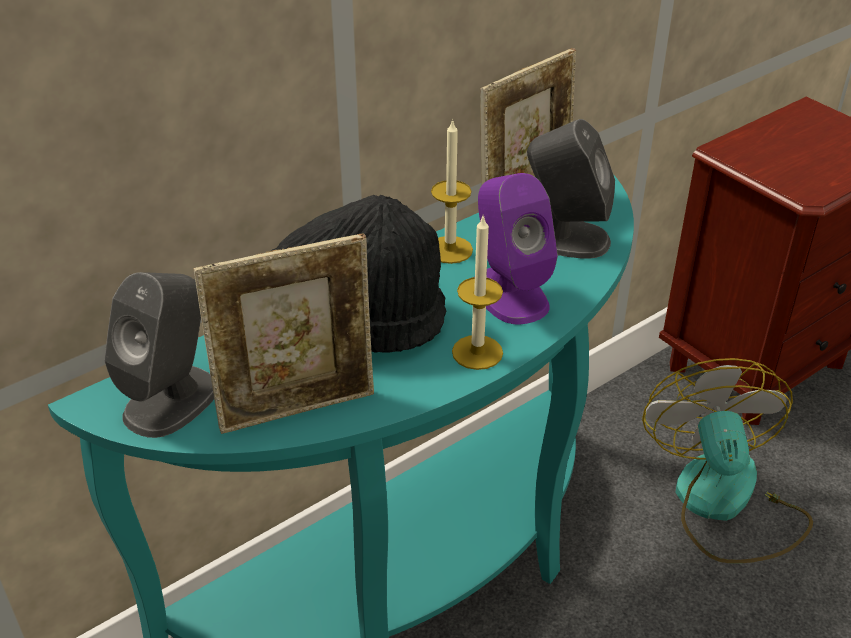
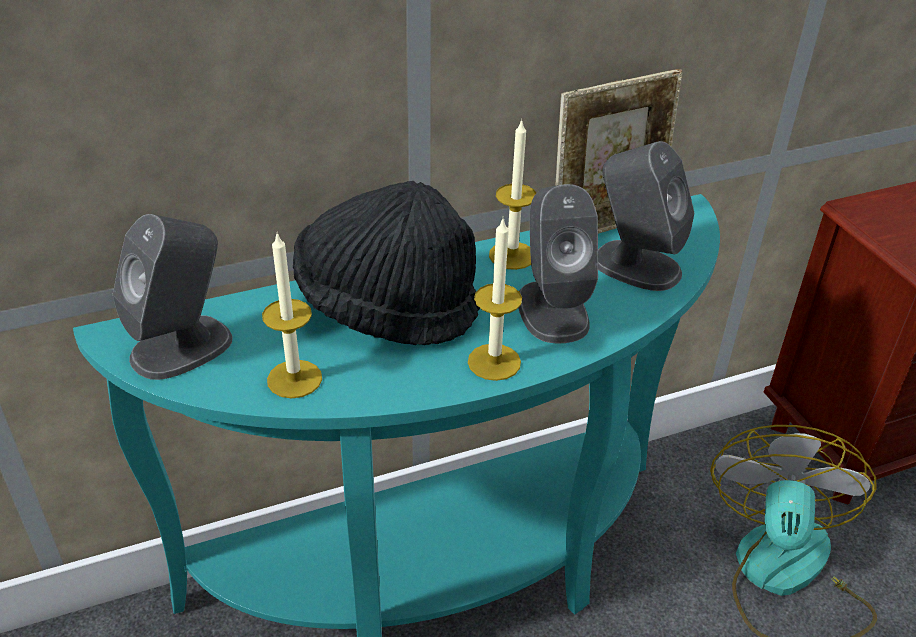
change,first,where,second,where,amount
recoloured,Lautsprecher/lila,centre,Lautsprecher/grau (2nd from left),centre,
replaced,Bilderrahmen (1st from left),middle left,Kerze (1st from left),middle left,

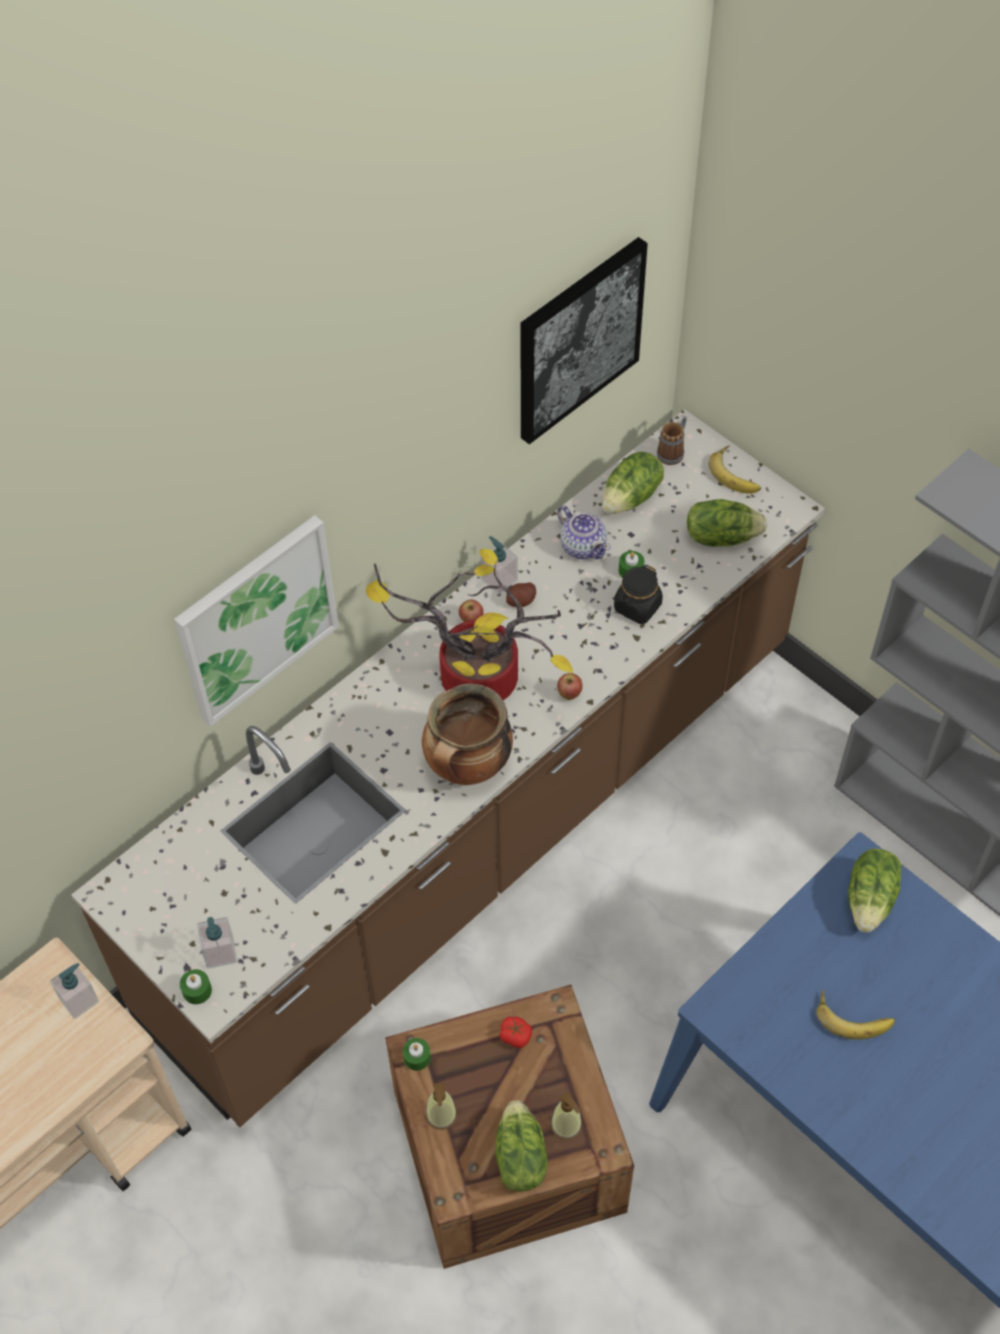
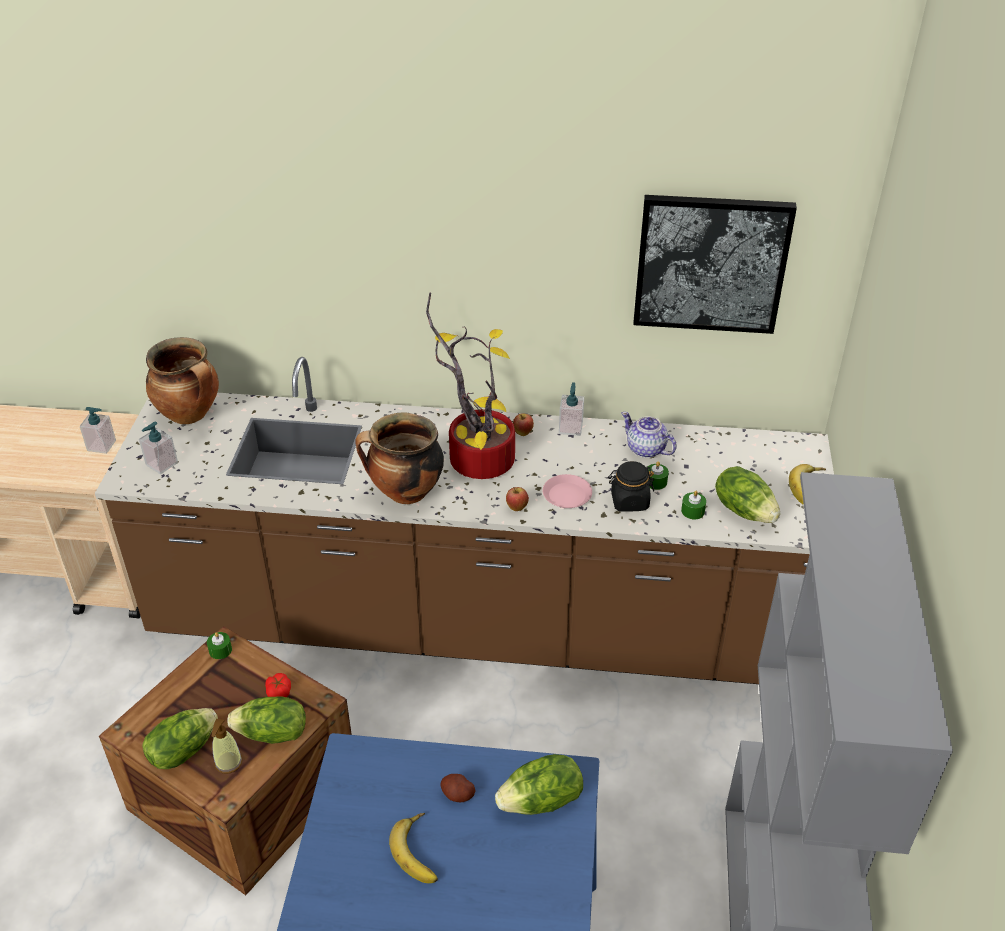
change,first,where,second,where,amount
removed,Henkelbecher,top right,,,
moved,Salatkopf (2nd from left),centre,,bottom left,
turned,Teekanne,centre,,centre,120 degrees clockwise
removed,Bild (1st from left),middle left,,,
moved,Kartoffel,centre,,bottom centre,
moved,Kerze/grün (1st from left in the first image),bottom left,Kerze/grün (3rd from left),middle right,
removed,Seifenspender (3rd from left),bottom centre,,,
added,,,Kochtopf (1st from left),middle left,
added,,,Teller/rosa,centre,

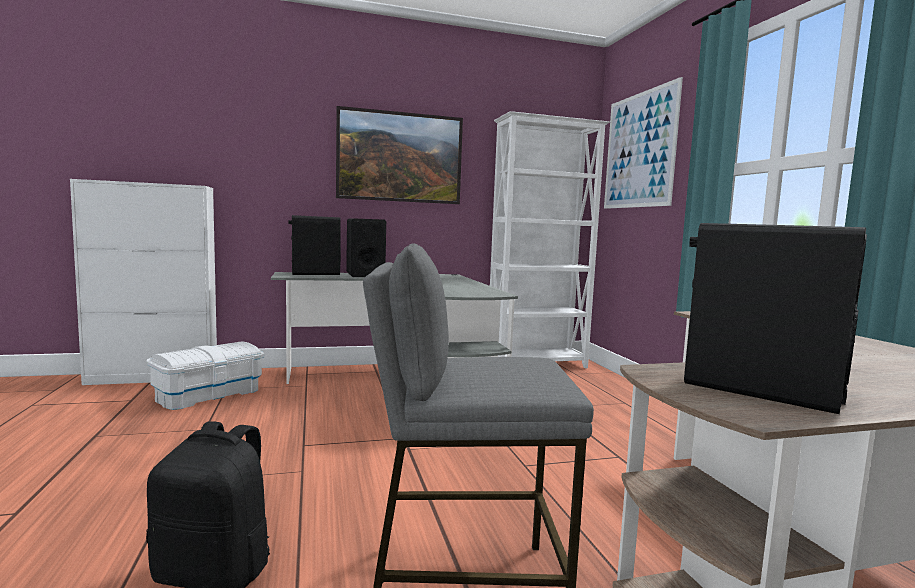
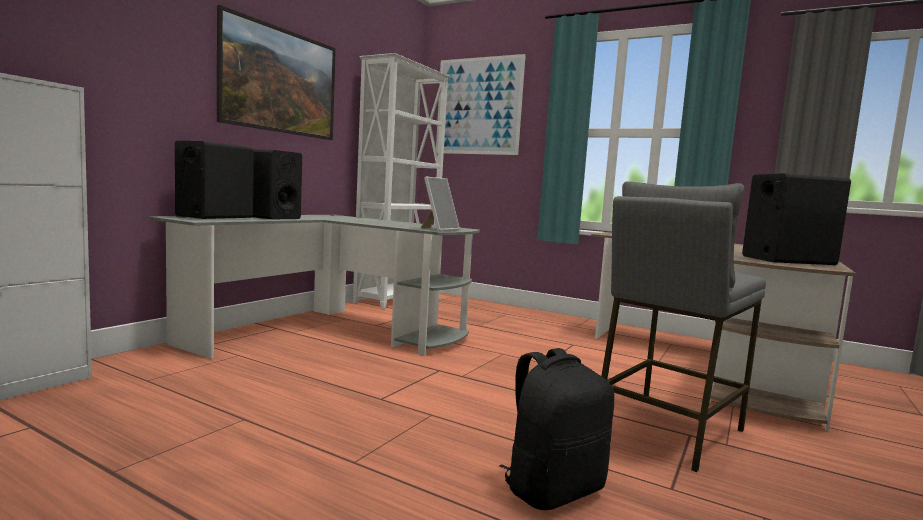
change,first,where,second,where,amount
removed,Aufbewahrungsbox/weiß,middle left,,,
added,,,Bilderrahmen,centre,

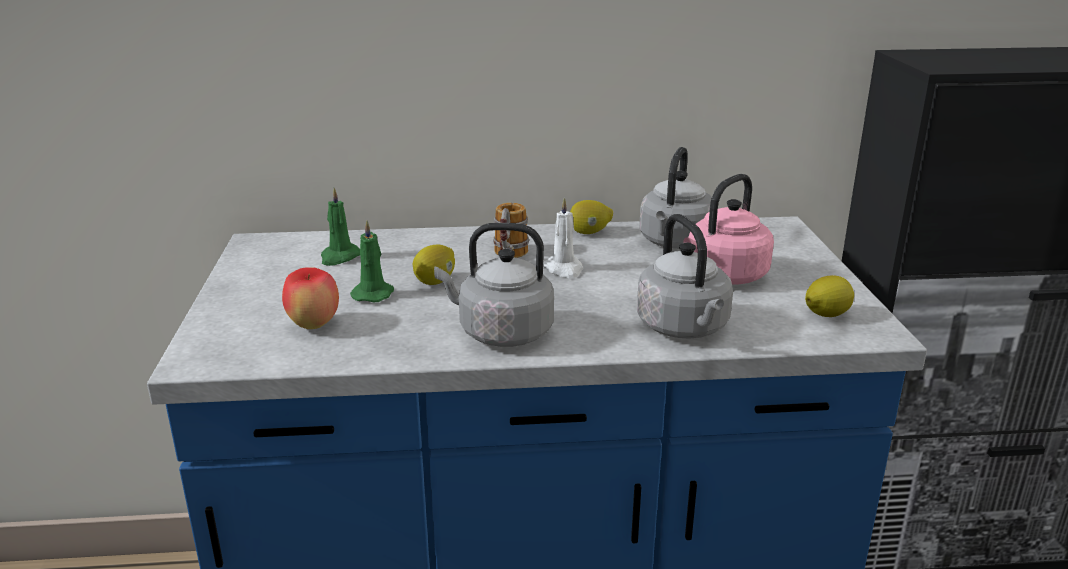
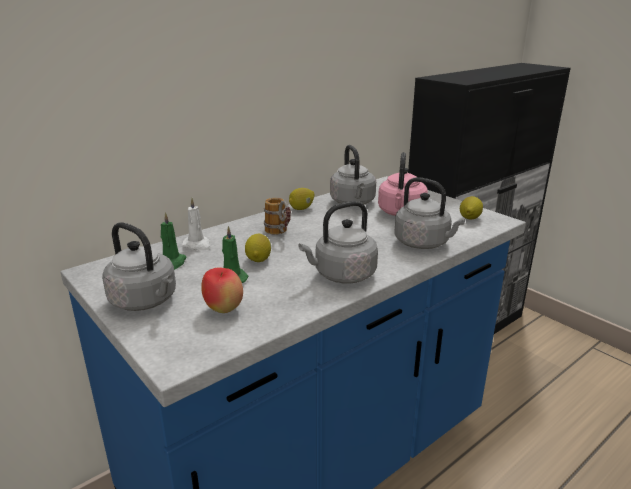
change,first,where,second,where,amount
moved,Kerze/weiß,centre,,middle left,
added,,,Wasserkessel/grau (1st from left),middle left,

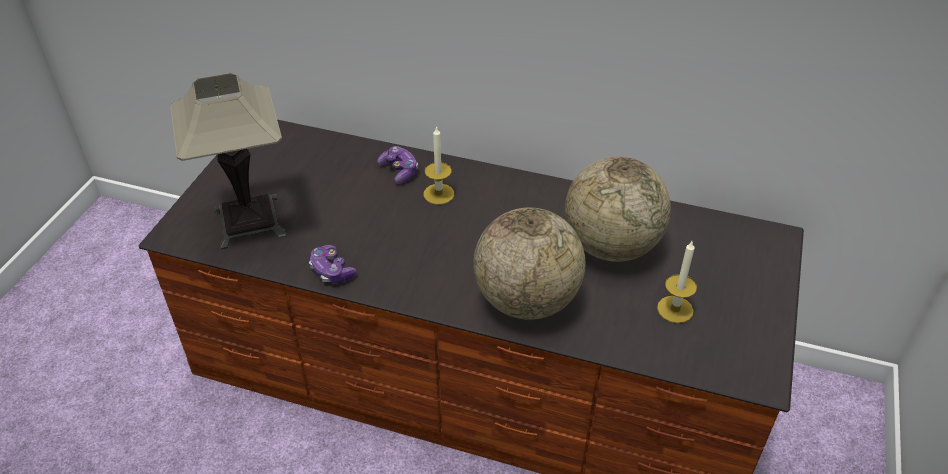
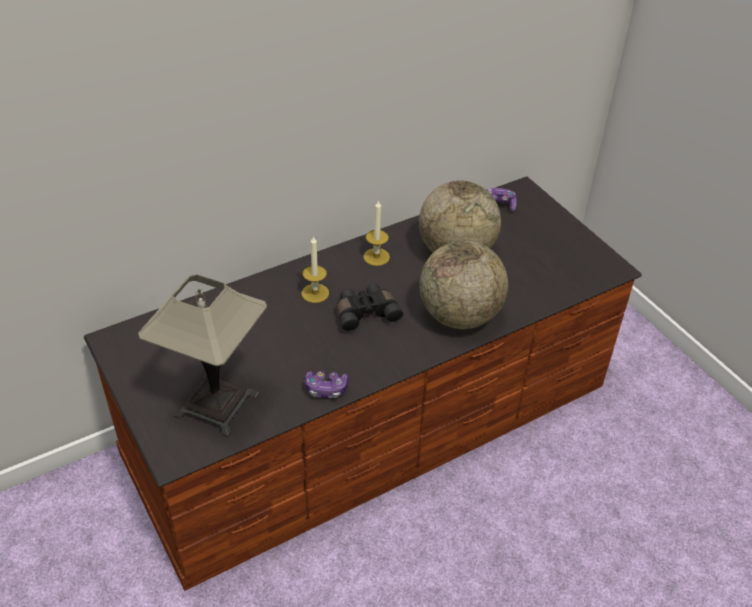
change,first,where,second,where,amount
moved,Gamepad (2nd from left),centre,,top centre,
moved,Kerze (2nd from left),middle right,,centre,
added,,,Fernglas/schwarz,centre,

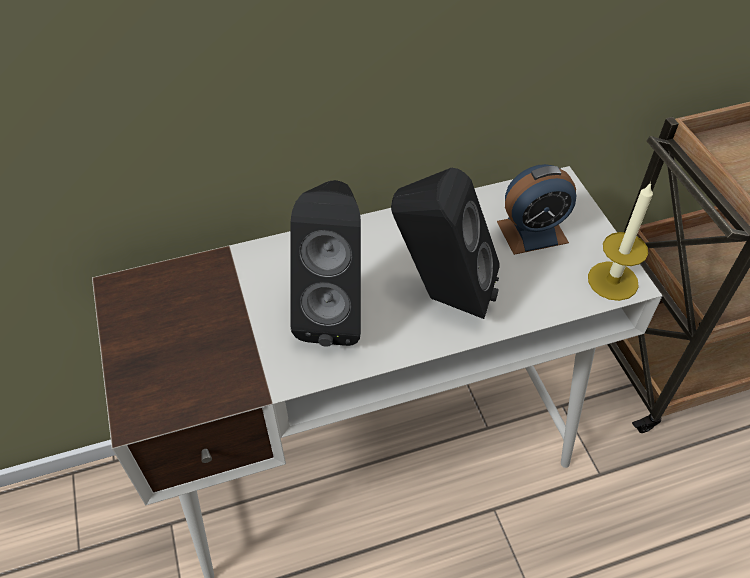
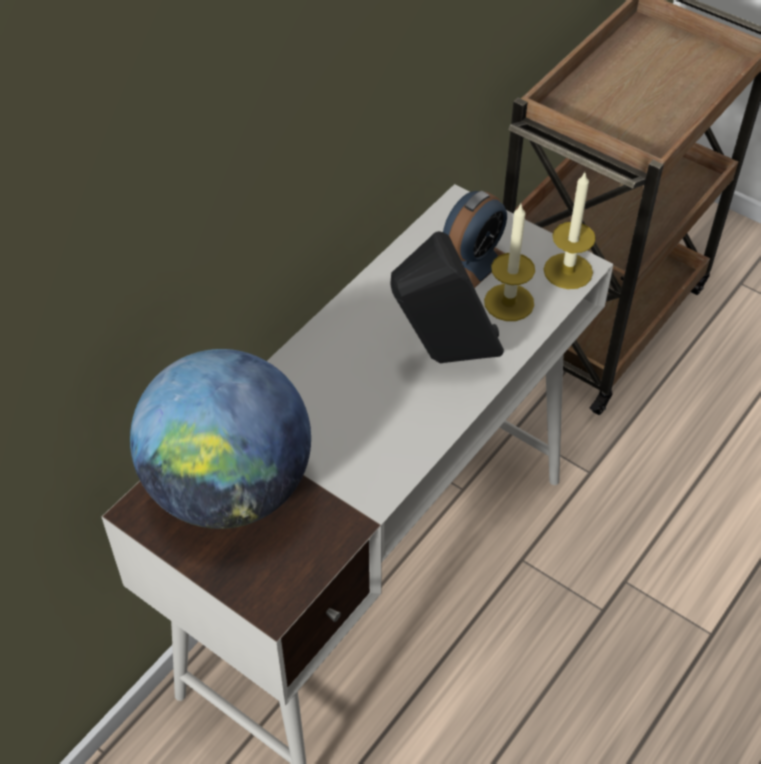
change,first,where,second,where,amount
removed,Lautsprecher/schwarz (1st from left),centre,,,
added,,,Kerze (1st from left),middle right,
added,,,Globus,middle left,

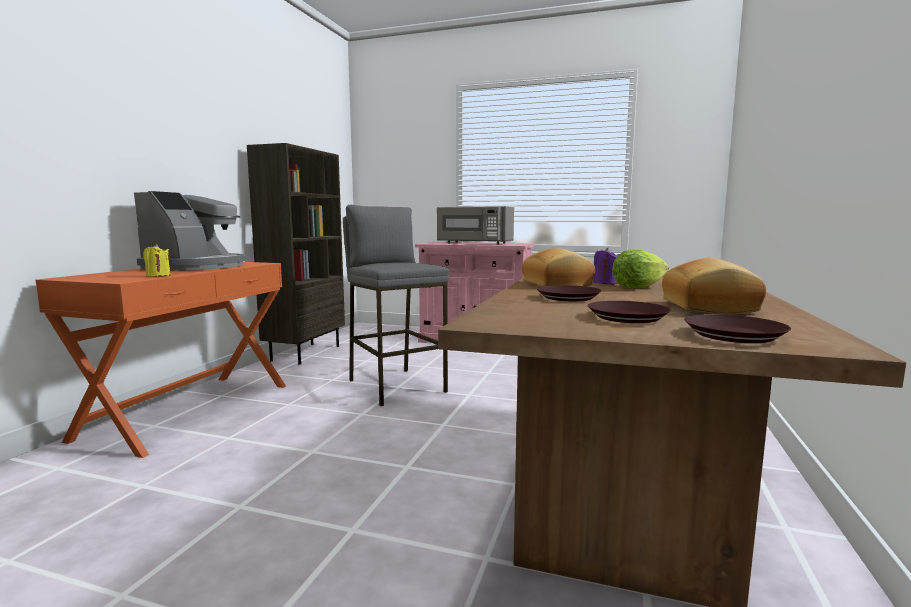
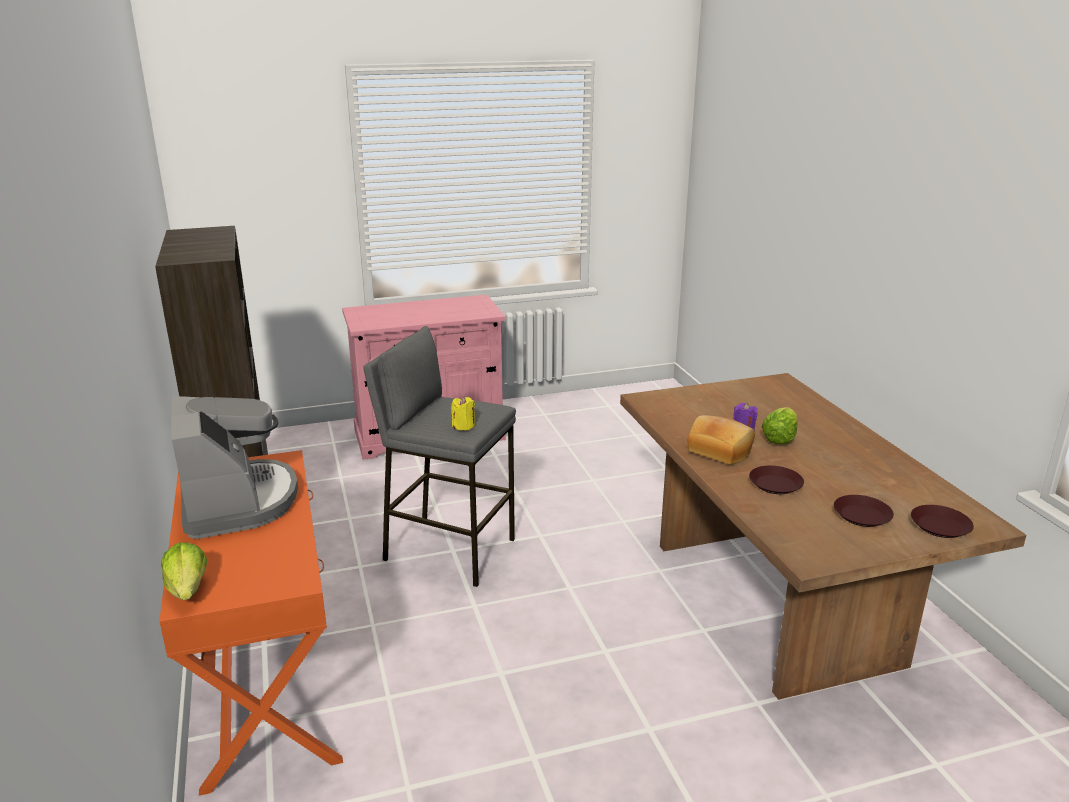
change,first,where,second,where,amount
removed,Mikrowelle/grau,centre,,,
moved,Kerze/gelb,middle left,,centre,
removed,Brot (2nd from left),middle right,,,
added,,,Salatkopf (1st from left),bottom left,

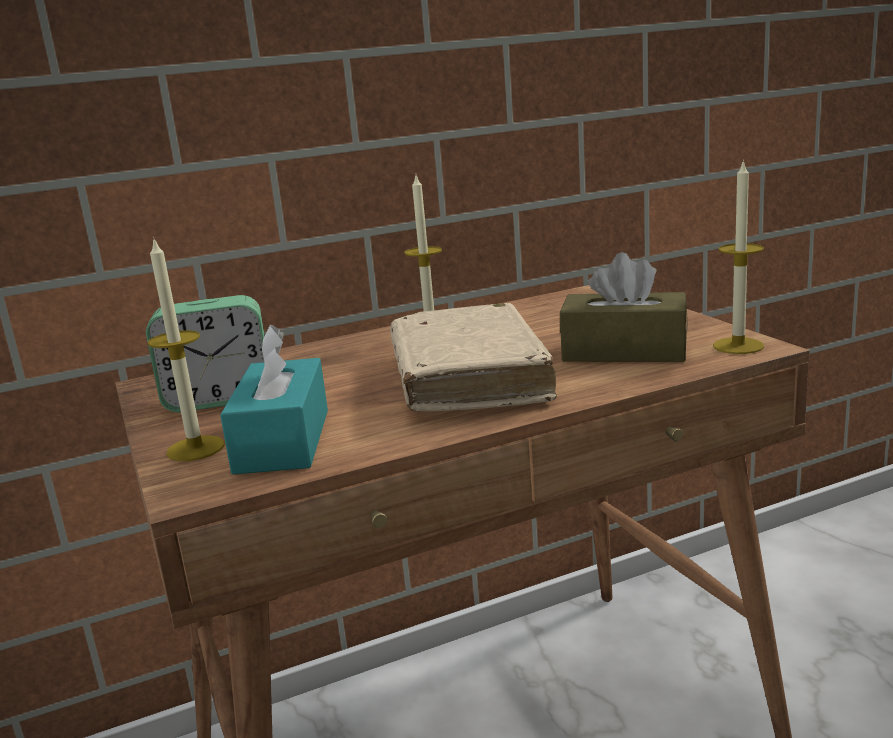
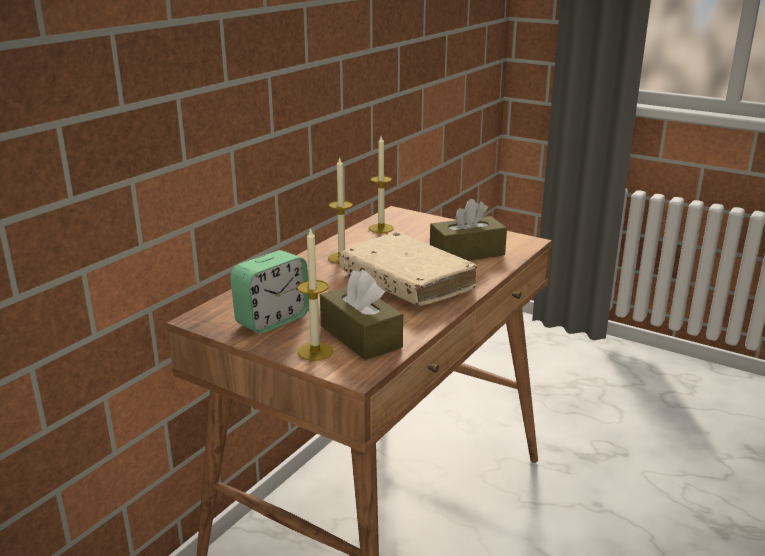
change,first,where,second,where,amount
moved,Kerze (3rd from left),middle right,,top centre,
recoloured,Taschentuchbox/türkis,middle left,Taschentuchbox/braun (1st from left),centre,

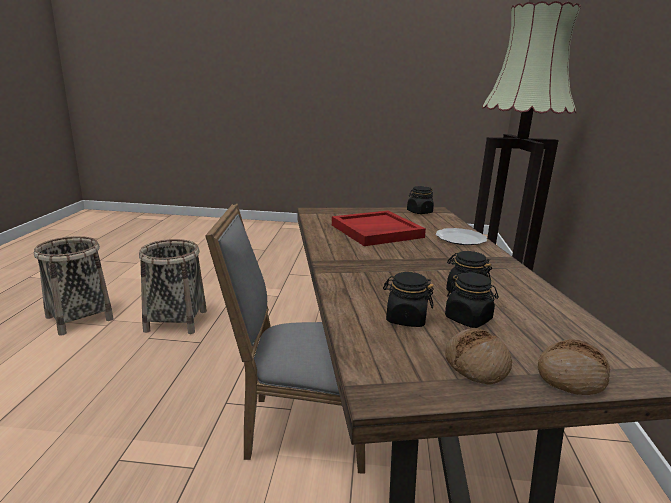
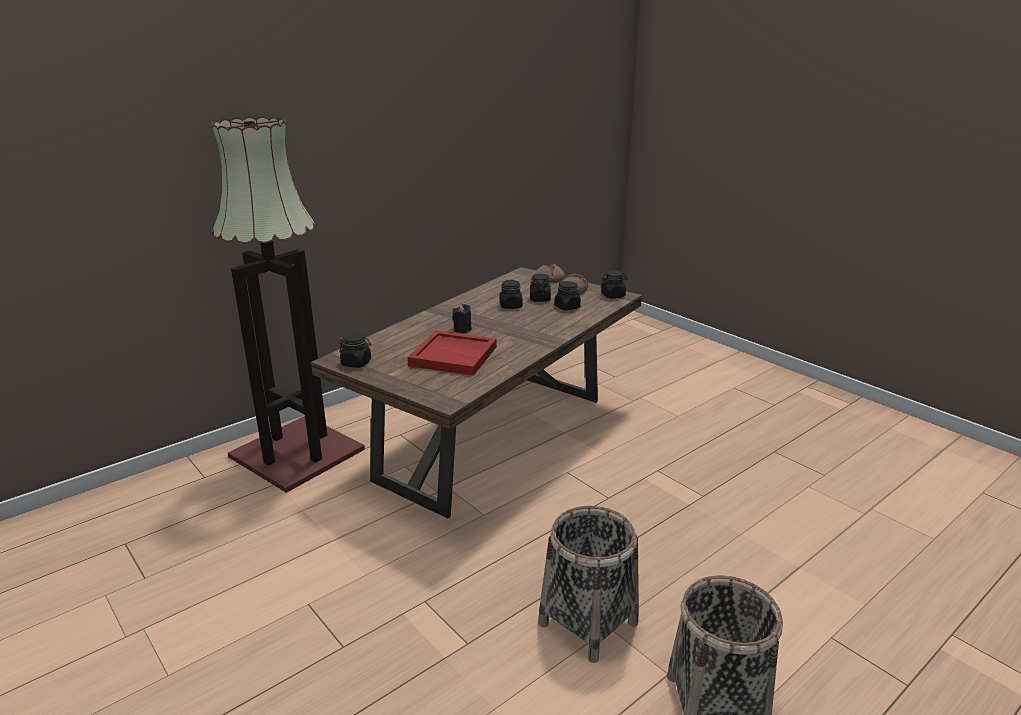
change,first,where,second,where,amount
removed,Stuhl/grau,bottom centre,,,
removed,Teller,middle right,,,
added,,,Vorratsglas/schwarz (5th from left),centre,
added,,,Kerze/schwarz,centre,

